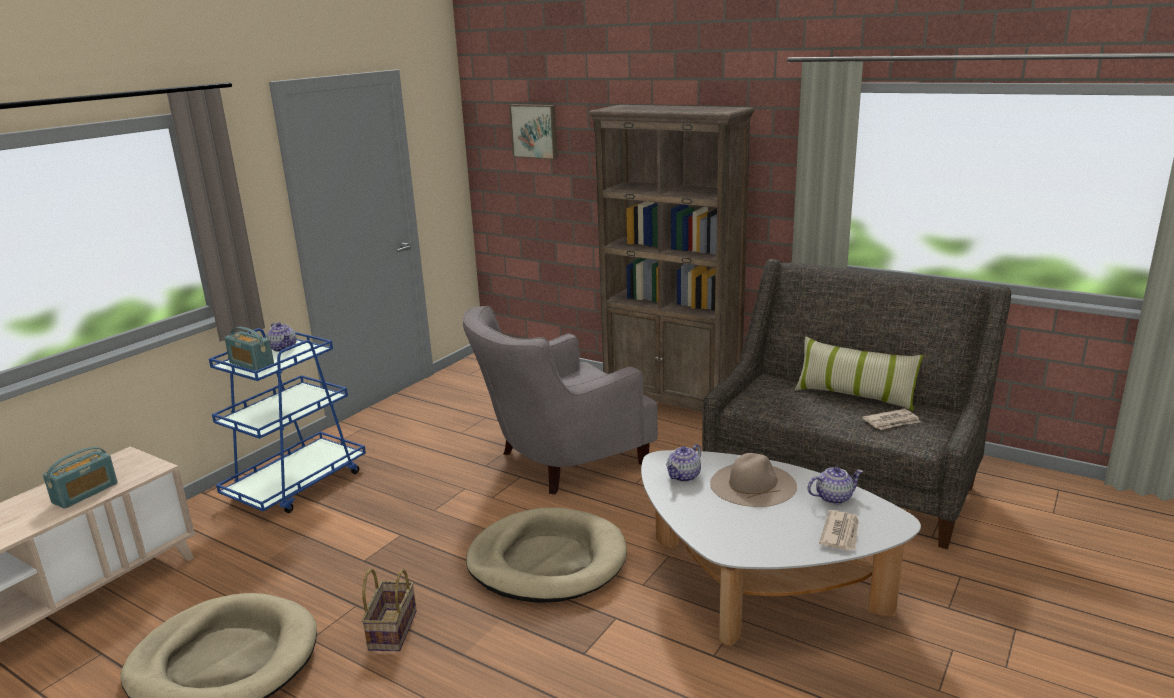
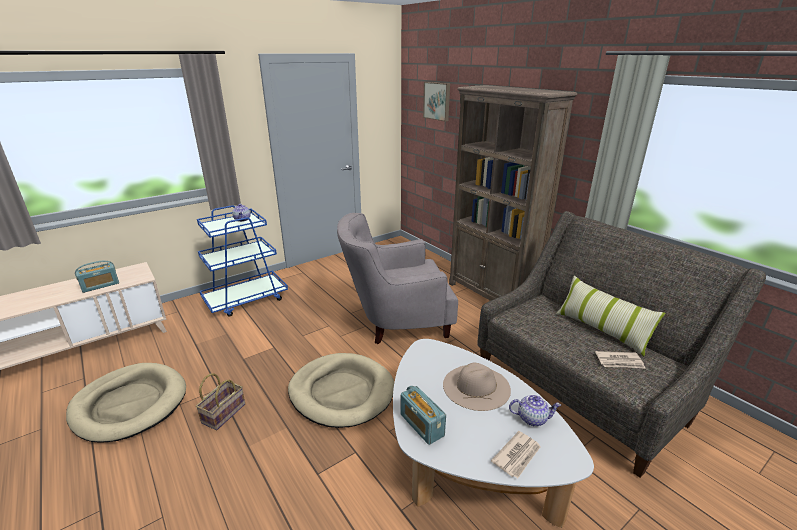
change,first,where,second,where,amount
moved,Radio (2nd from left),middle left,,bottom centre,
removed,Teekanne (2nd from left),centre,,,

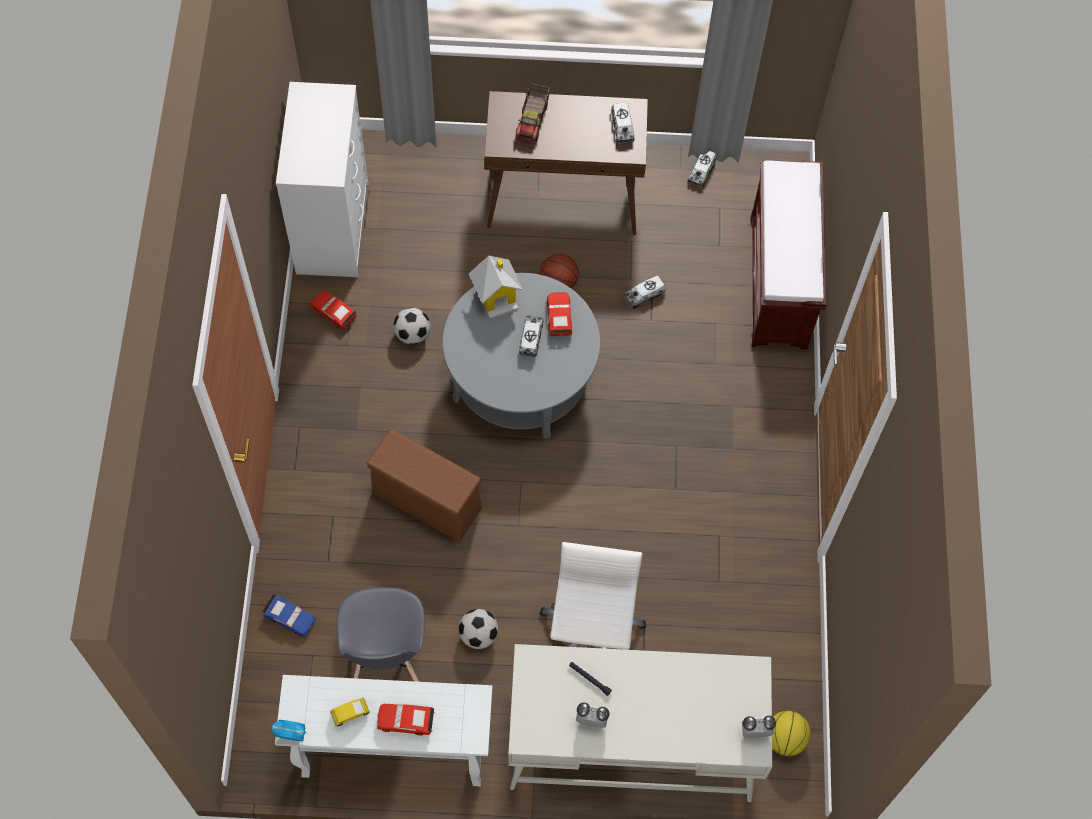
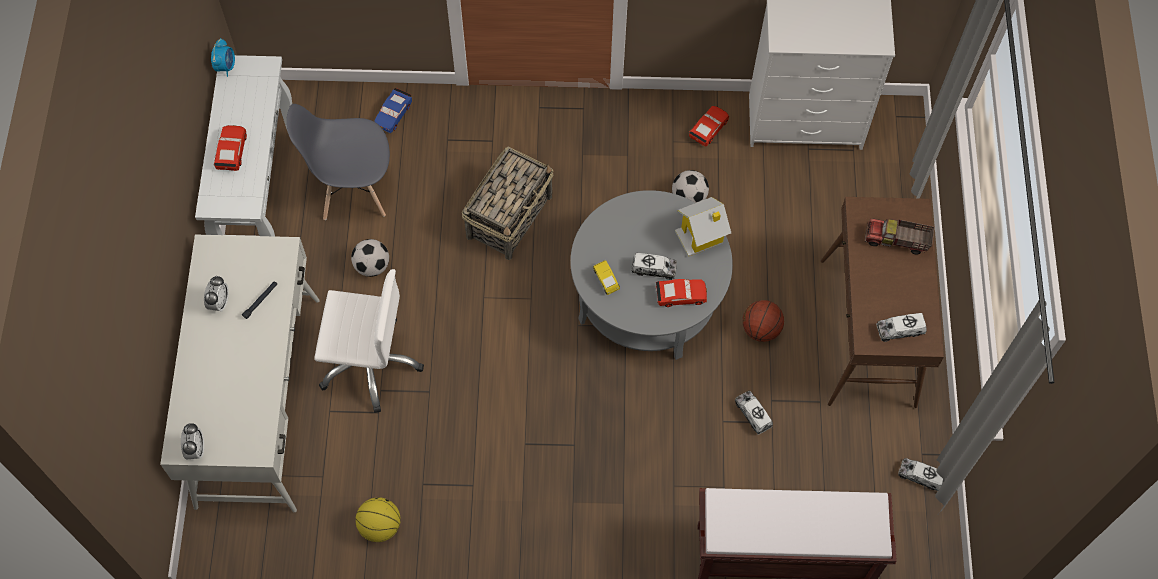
change,first,where,second,where,amount
replaced,Aufbewahrungsbox/braun,centre,Korb,centre,
moved,Spielzeugauto/gelb,bottom left,,centre,
moved,Basketball (2nd from left in the first image),bottom right,Basketball (1st from left),bottom left,

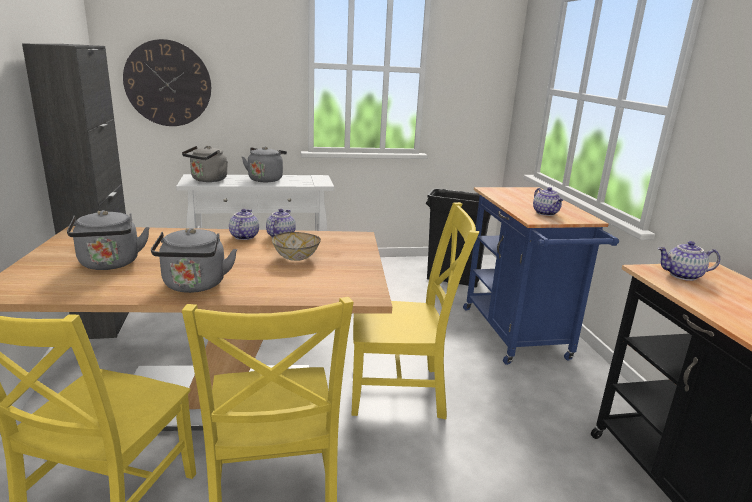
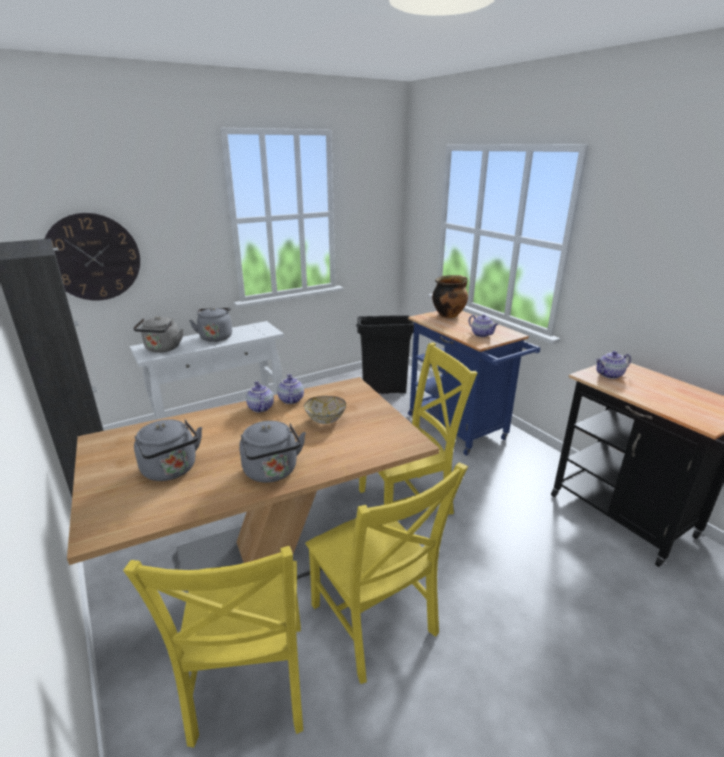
change,first,where,second,where,amount
added,,,Kochtopf,centre,

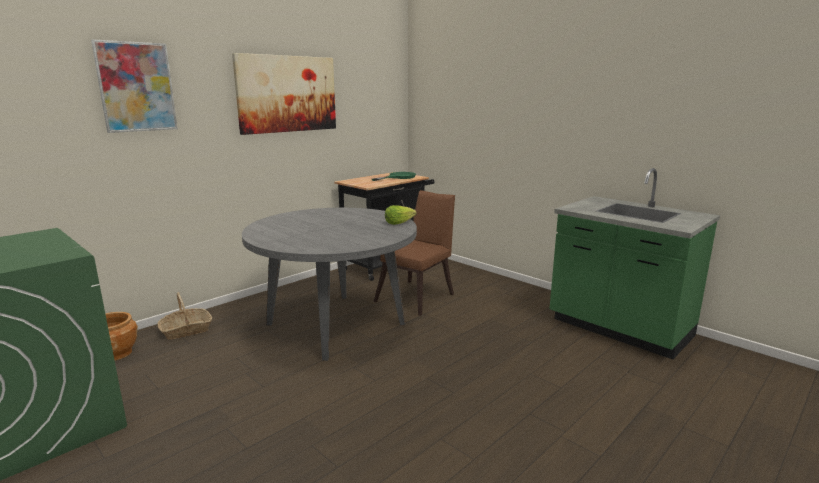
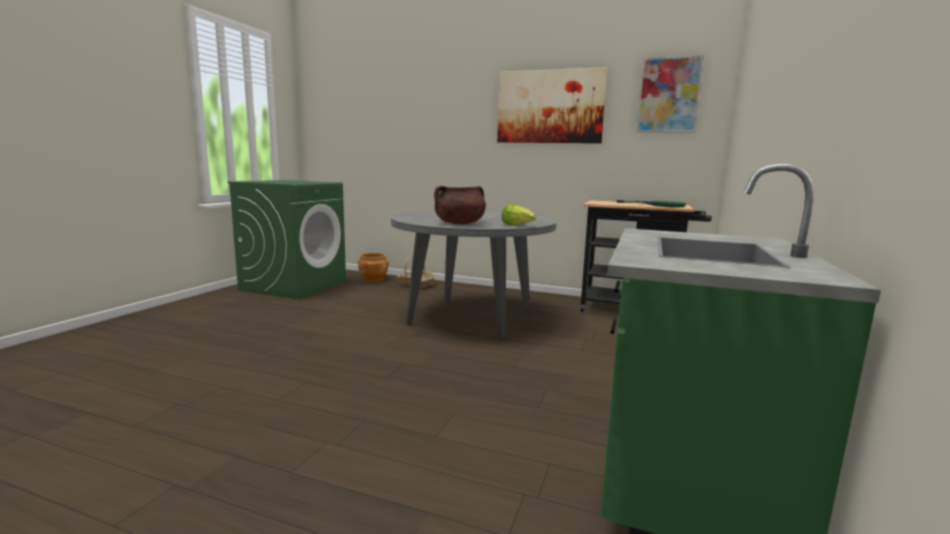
change,first,where,second,where,amount
moved,Bild (1st from left in the first image),top left,Bild (2nd from left),top right,
removed,Stuhl/braun,centre,,,
added,,,Kochtopf/braun,centre,

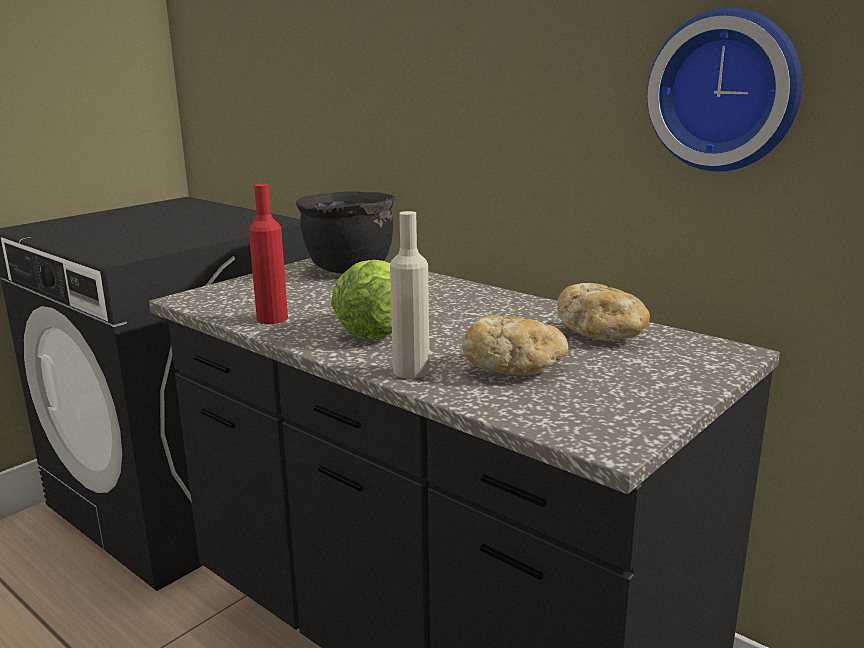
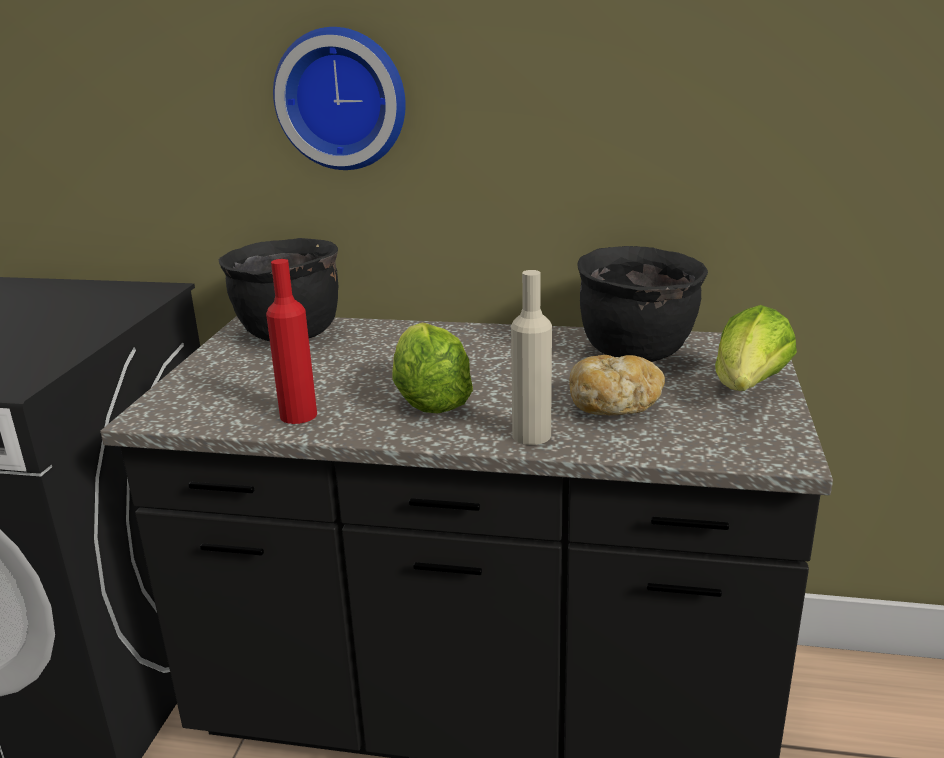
change,first,where,second,where,amount
moved,Wanduhr,top right,,top centre,
replaced,Brot (2nd from left),middle right,Kochtopf/schwarz (2nd from left),middle right,
added,,,Salatkopf (2nd from left),middle right,

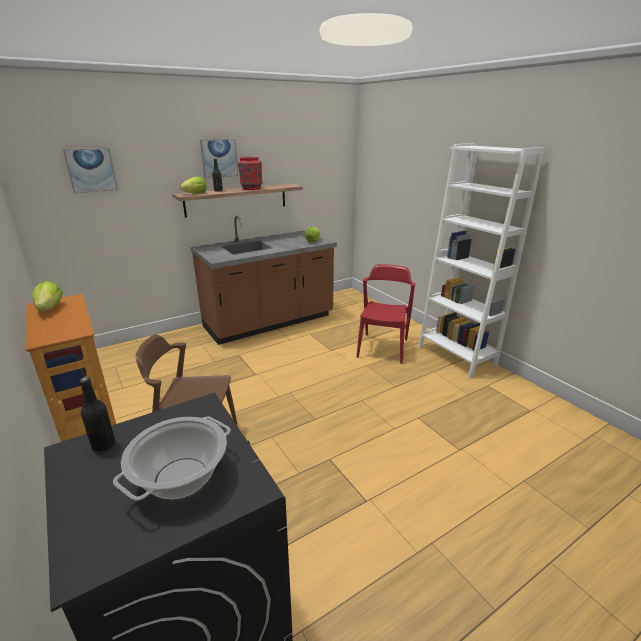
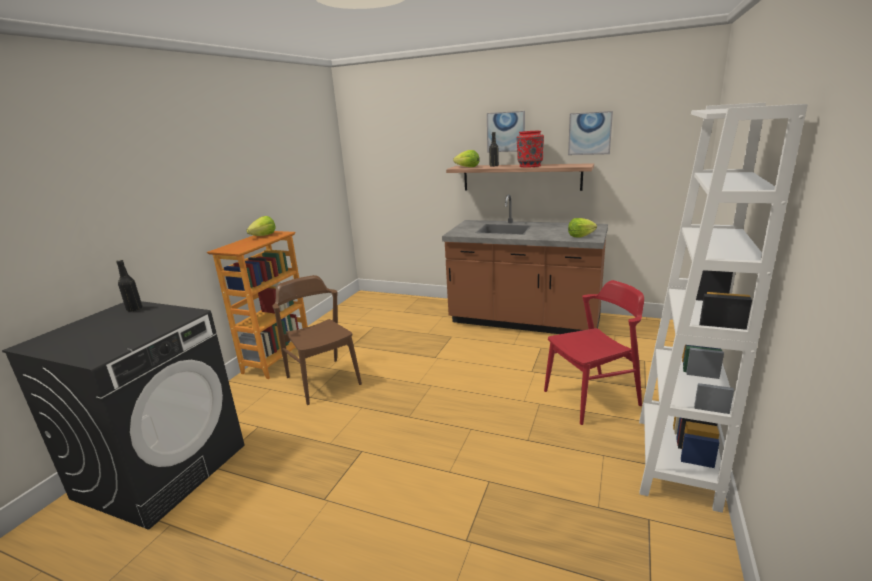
change,first,where,second,where,amount
moved,Bild (1st from left in the first image),top left,Bild (2nd from left),top right,
removed,Kochtopf,bottom left,,,

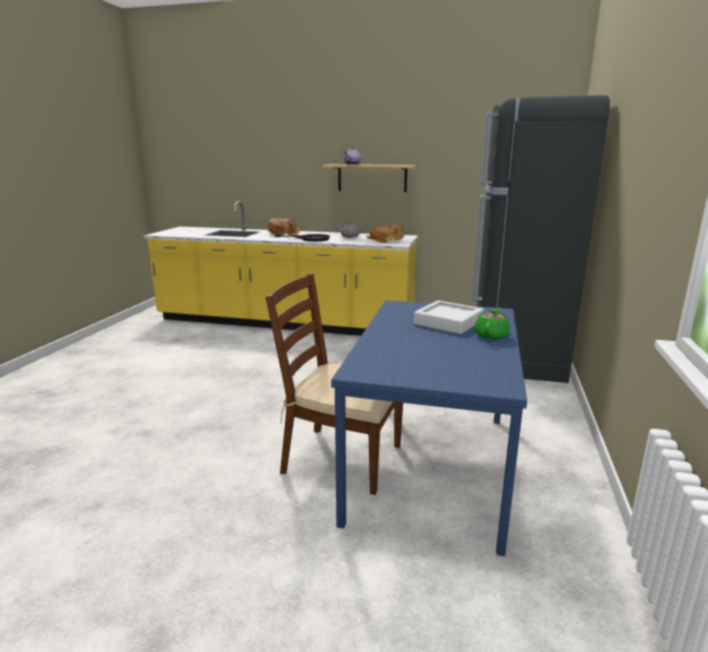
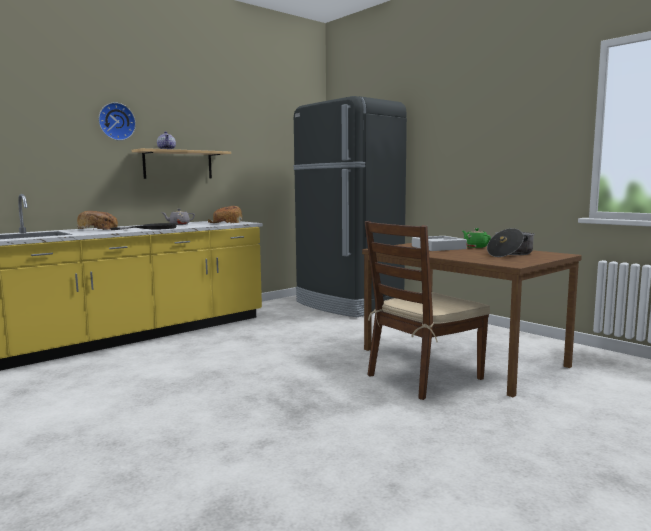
change,first,where,second,where,amount
recoloured,Esstisch/blau,centre,Esstisch/braun,middle right,
added,,,Wanduhr,top left,
added,,,Kochtopf,middle right,

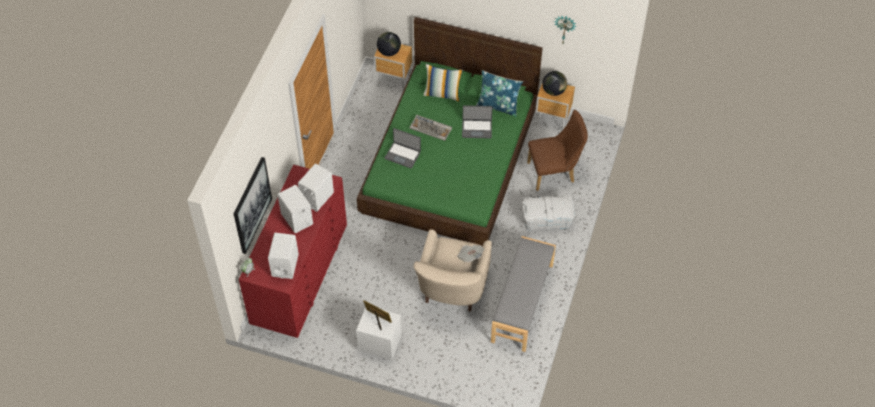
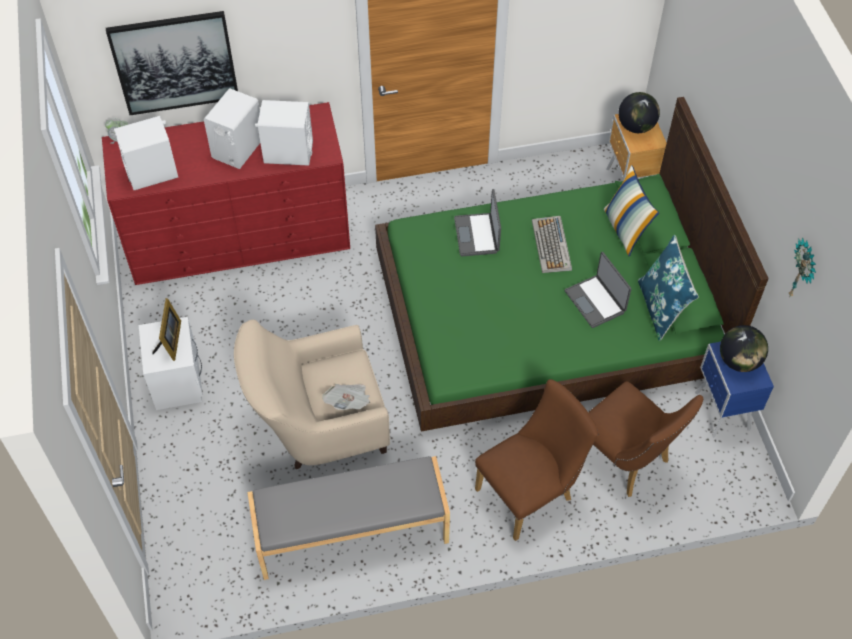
change,first,where,second,where,amount
recoloured,Nachttisch/braun (2nd from left),top centre,Nachttisch/blau,middle right,
replaced,Aufbewahrungsbox/weiß,centre,Stuhl/braun (1st from left),bottom centre,

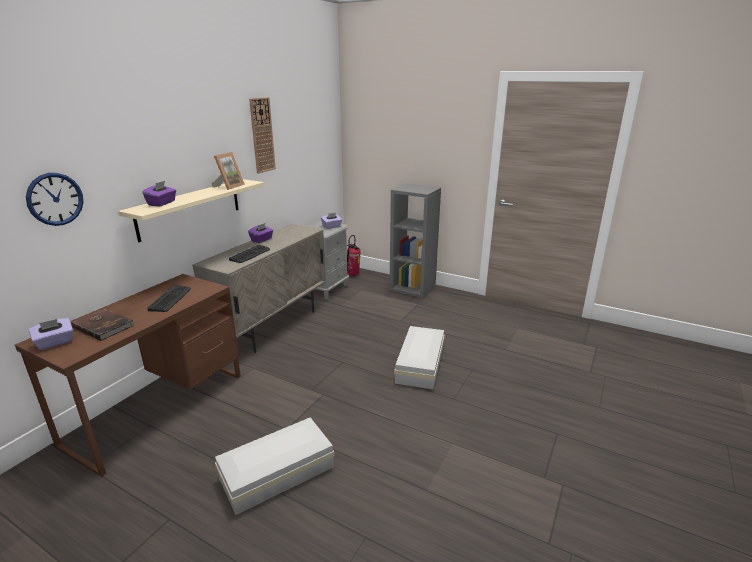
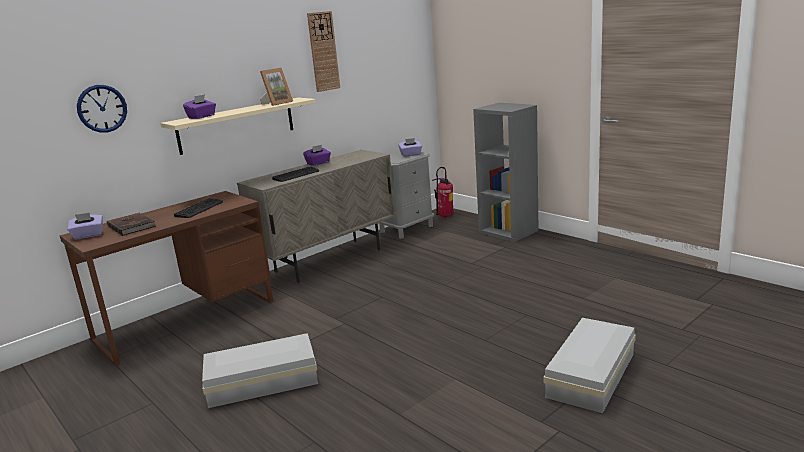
change,first,where,second,where,amount
moved,Aufbewahrungsbox/weiß (2nd from left),centre,,bottom right,

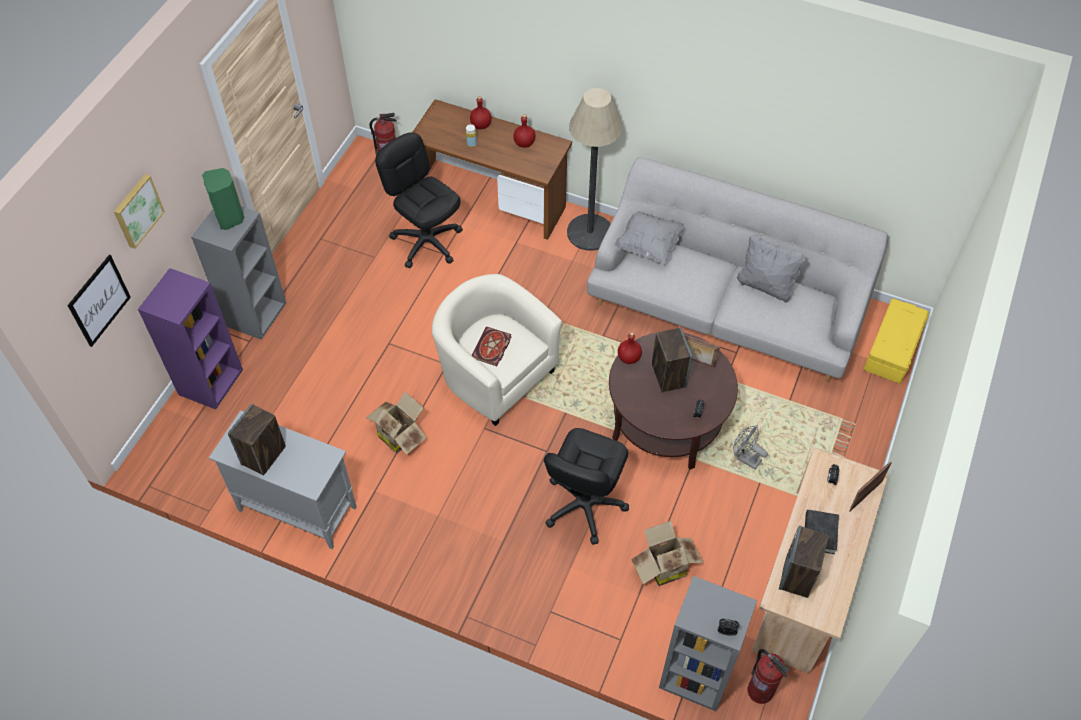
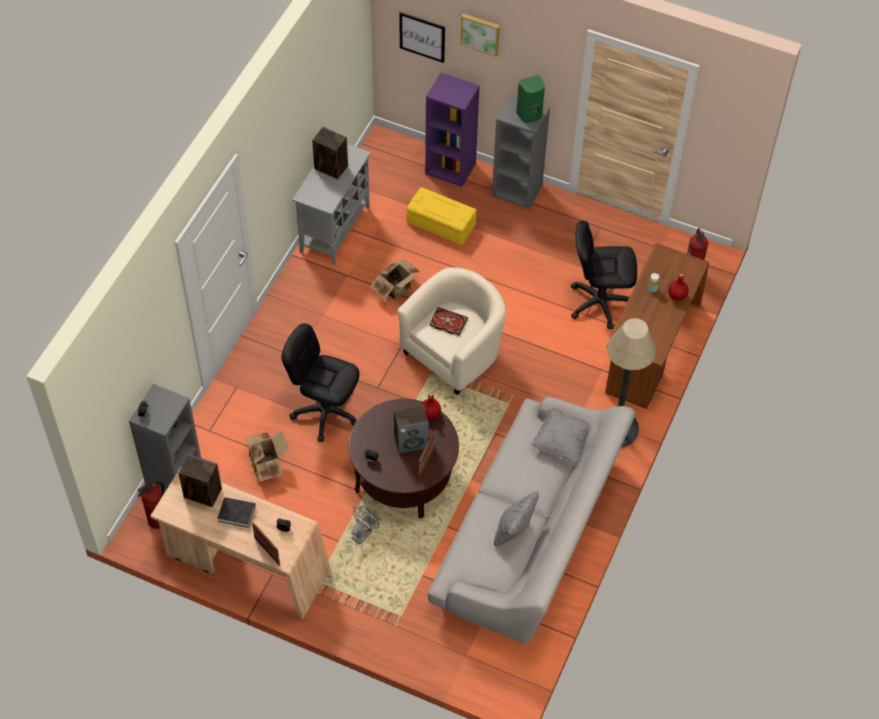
change,first,where,second,where,amount
removed,Flasche/rot (2nd from left),top centre,,,
turned,Bürostuhl/schwarz (1st from left in the first image),top centre,Bürostuhl/schwarz (2nd from left),middle right,135 degrees counterclockwise
moved,Aufbewahrungsbox/gelb,middle right,,top centre,

